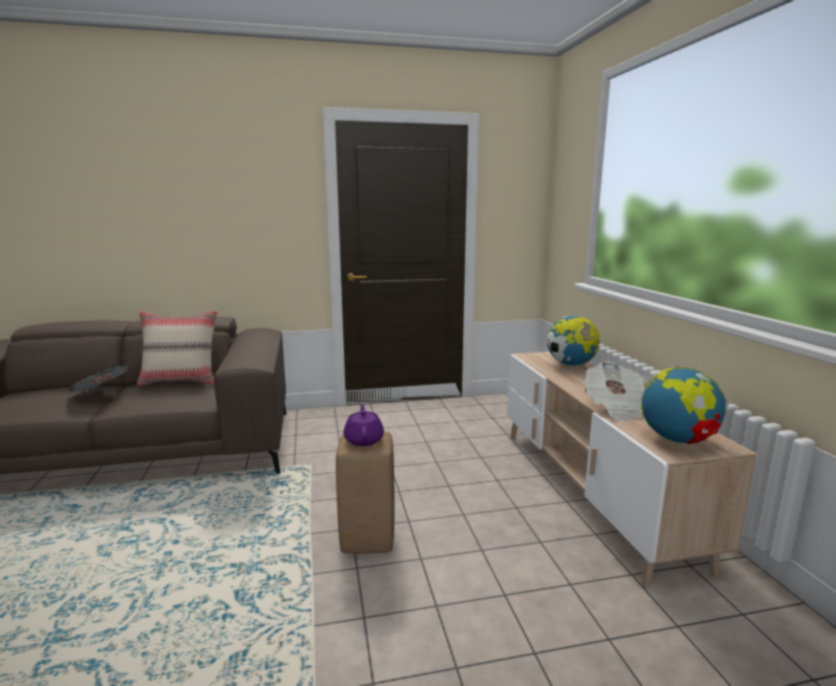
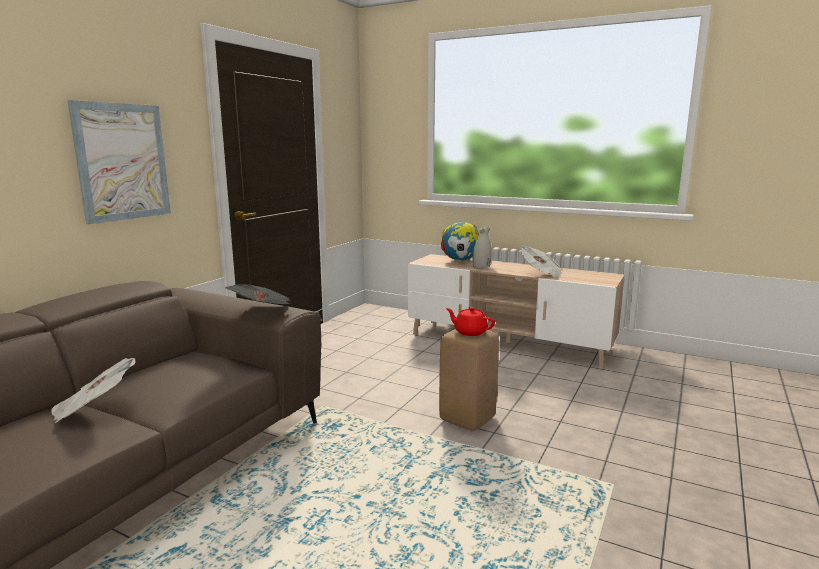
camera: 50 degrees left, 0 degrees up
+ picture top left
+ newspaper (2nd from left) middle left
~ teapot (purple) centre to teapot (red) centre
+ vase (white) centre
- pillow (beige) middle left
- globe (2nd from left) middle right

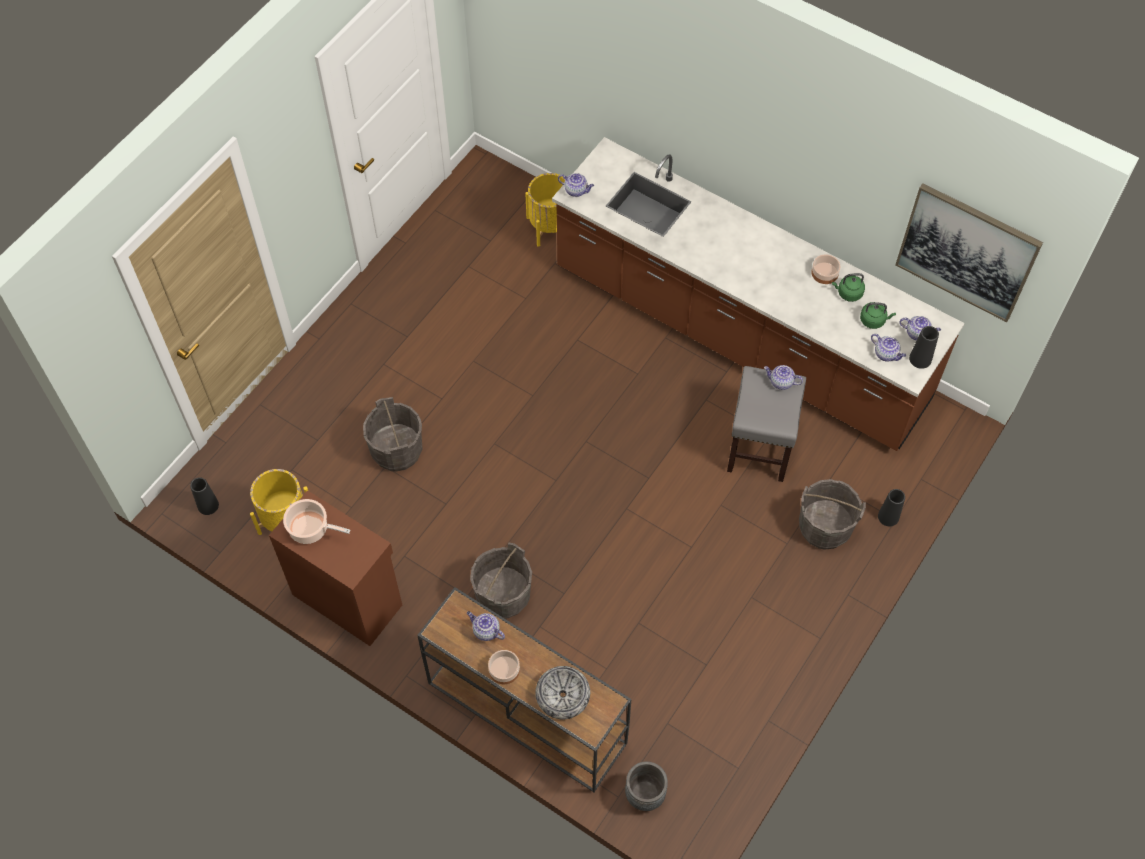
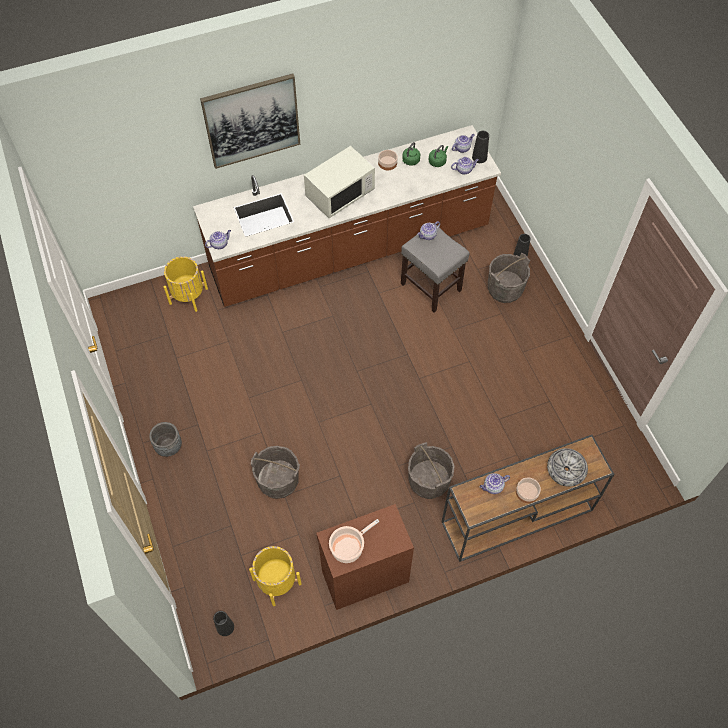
camera: 55 degrees left, 0 degrees up
~ planter (grey) bottom centre to middle left
~ picture top right to top centre
+ microwave (white) top centre

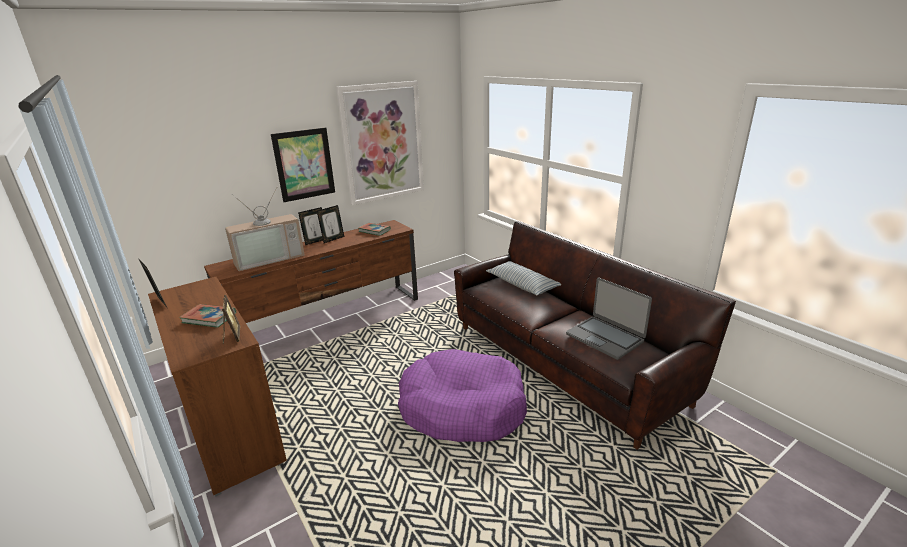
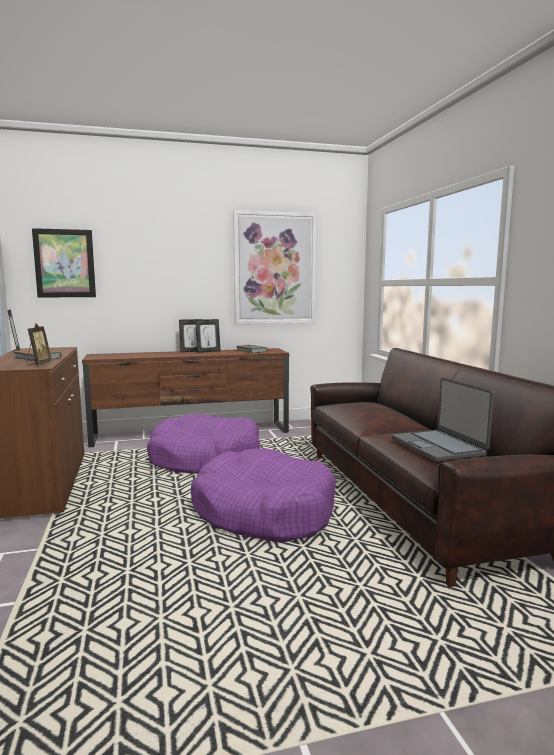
camera: 20 degrees right, 15 degrees down
~ picture (1st from left) top centre to middle left
+ dog bed (purple) (1st from left) centre
- television middle left
- pillow centre

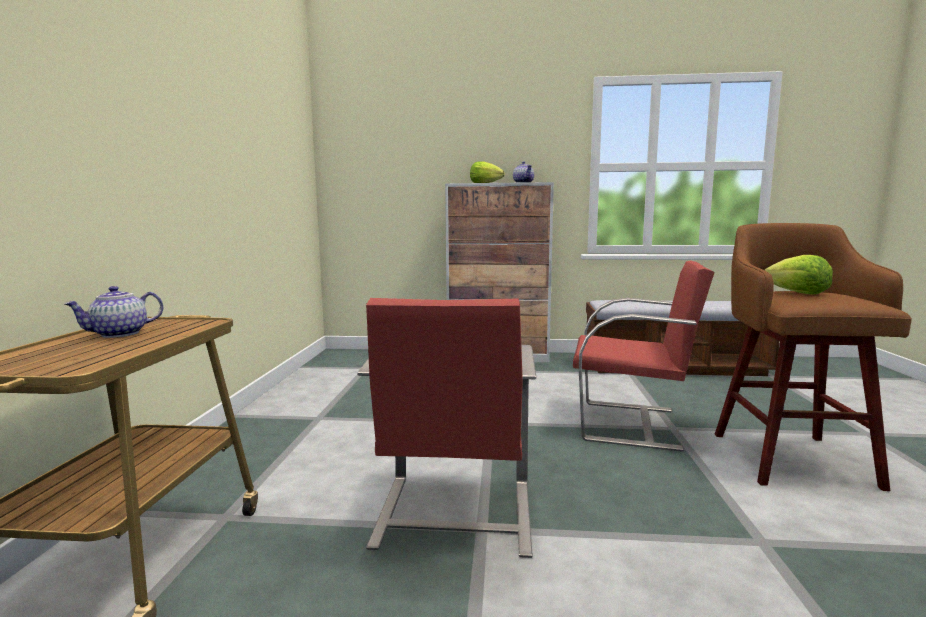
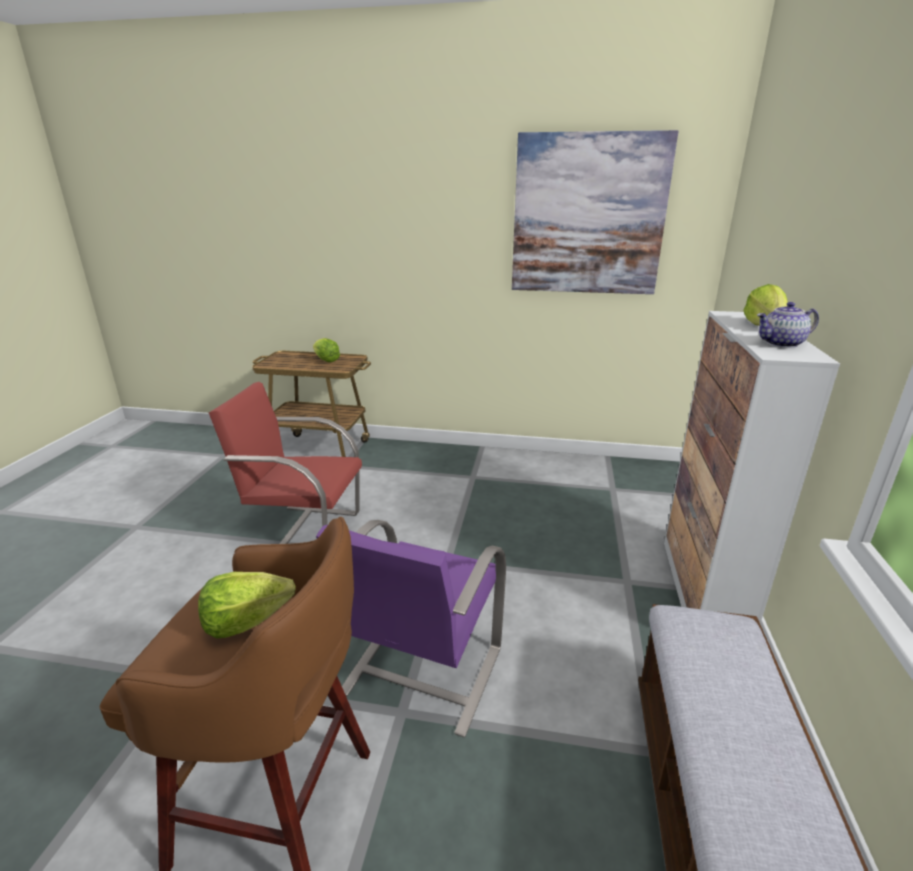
camera: 95 degrees right, 15 degrees up
~ teapot (1st from left) middle left to lettuce (2nd from left) centre
~ chair (red) (2nd from left) middle right to chair (purple) bottom centre
+ picture top centre

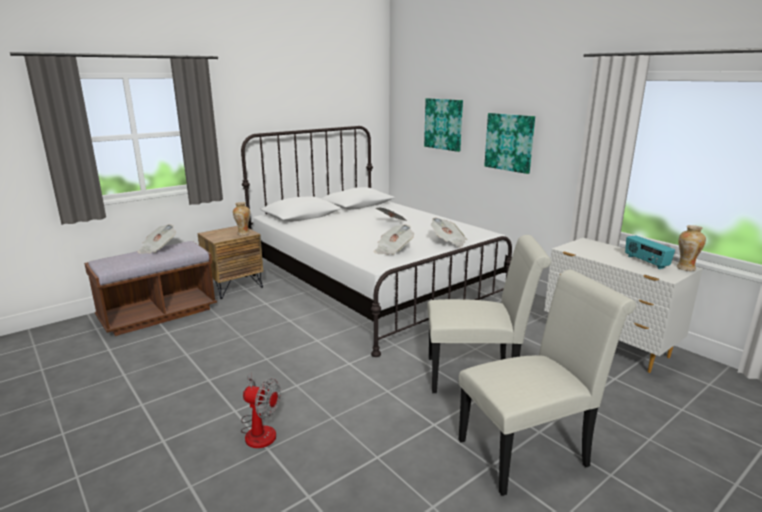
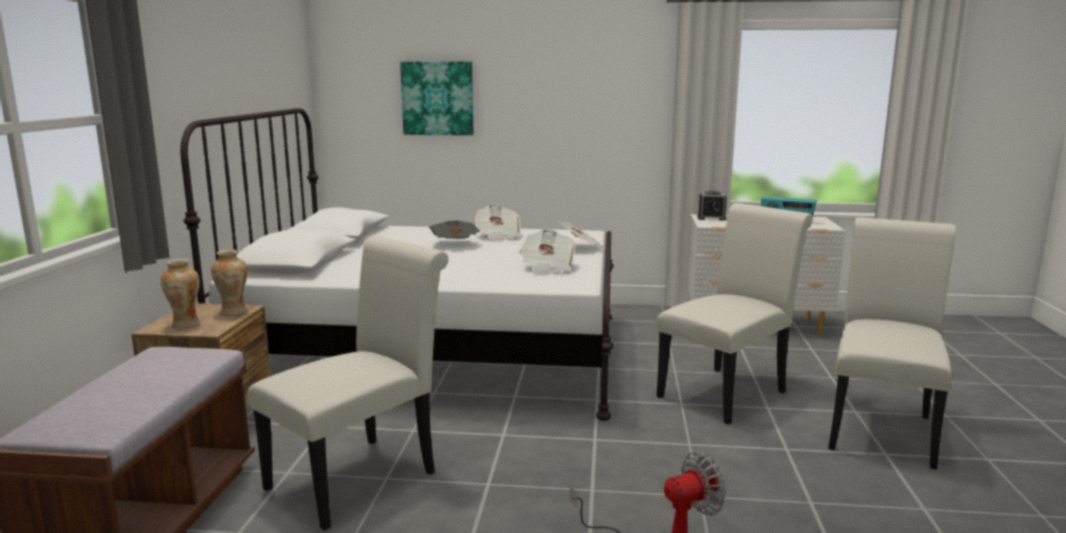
camera: 45 degrees left, 5 degrees down
~ vase (2nd from left in the first image) middle right to vase (1st from left) middle left
+ chair (white) (1st from left) bottom left
~ newspaper (1st from left in the first image) middle left to newspaper (2nd from left) centre
+ alarm clock middle right
- picture (2nd from left) top right

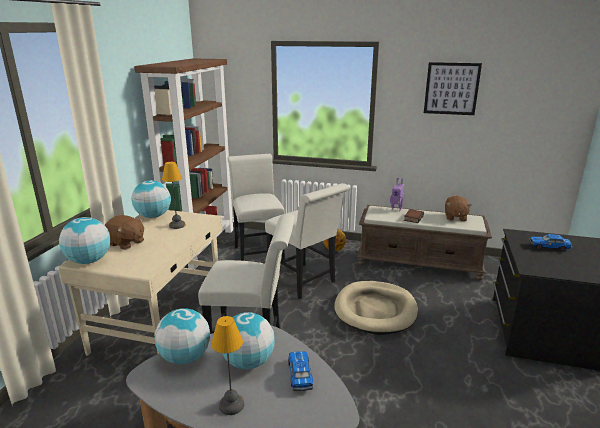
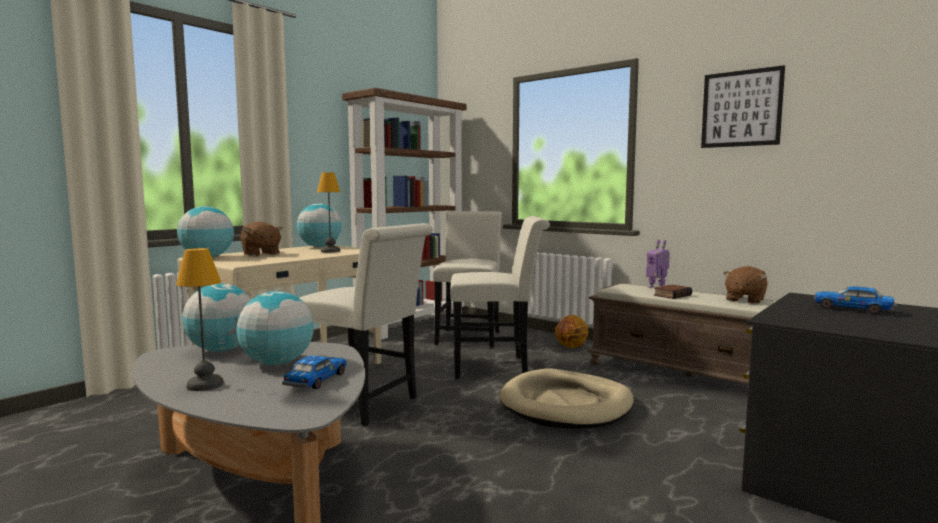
camera: 25 degrees right, 15 degrees down
~ chair (white) (3rd from left) centre = centre 75 degrees counterclockwise

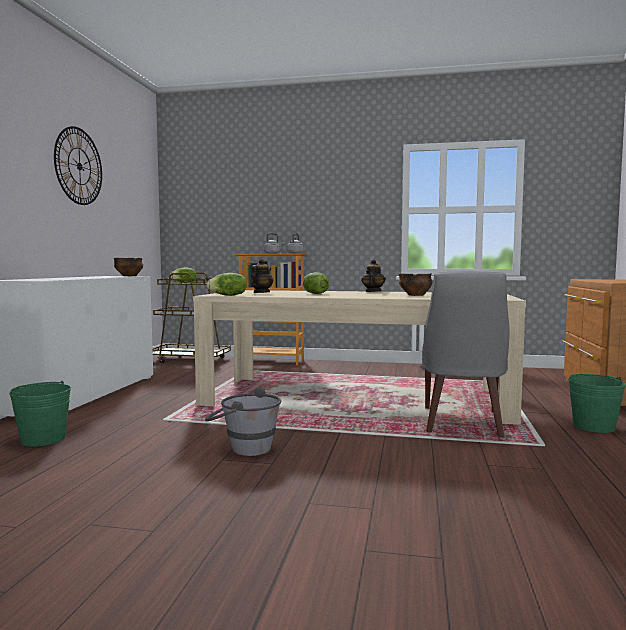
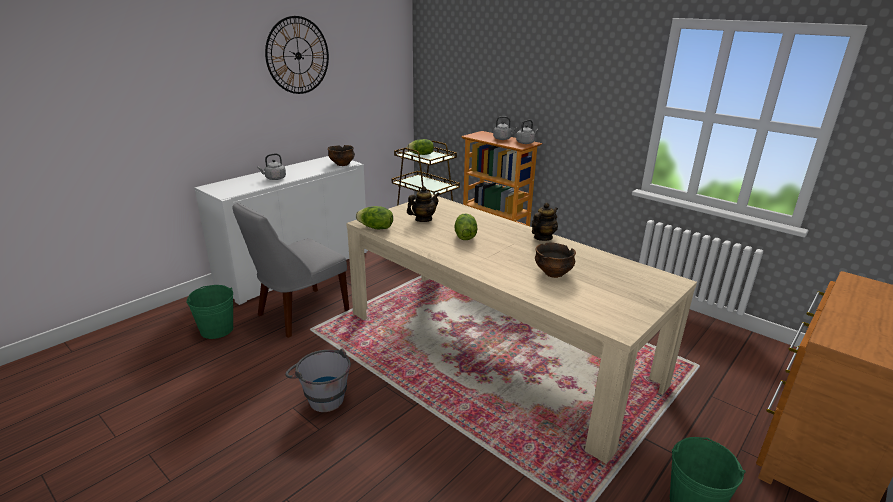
camera: 30 degrees right, 20 degrees up
~ chair (grey) middle right to middle left
+ kettle (grey) (1st from left) top left

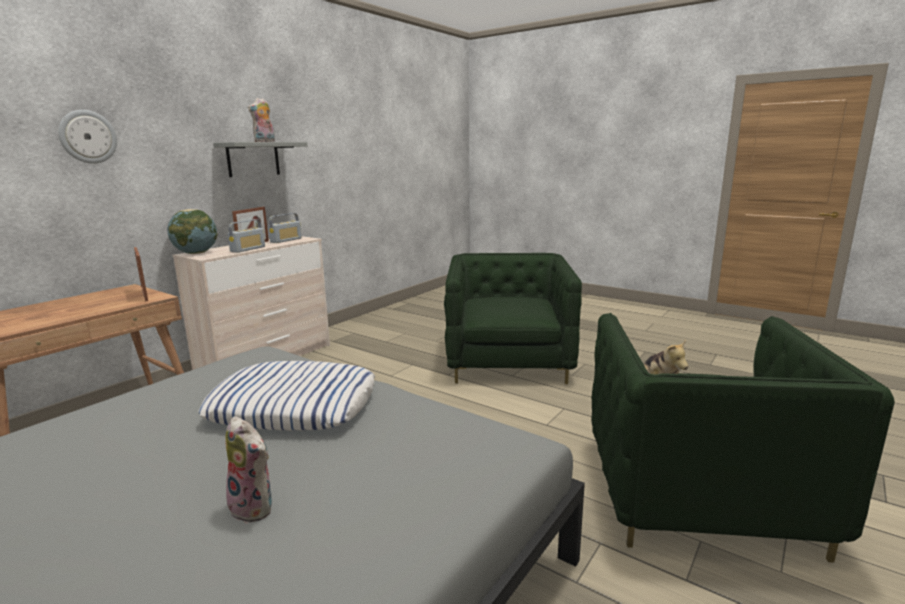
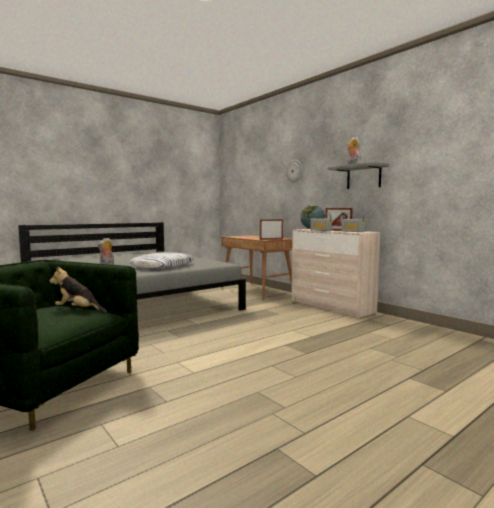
camera: 105 degrees right, 10 degrees down
- armchair (green) (1st from left) centre

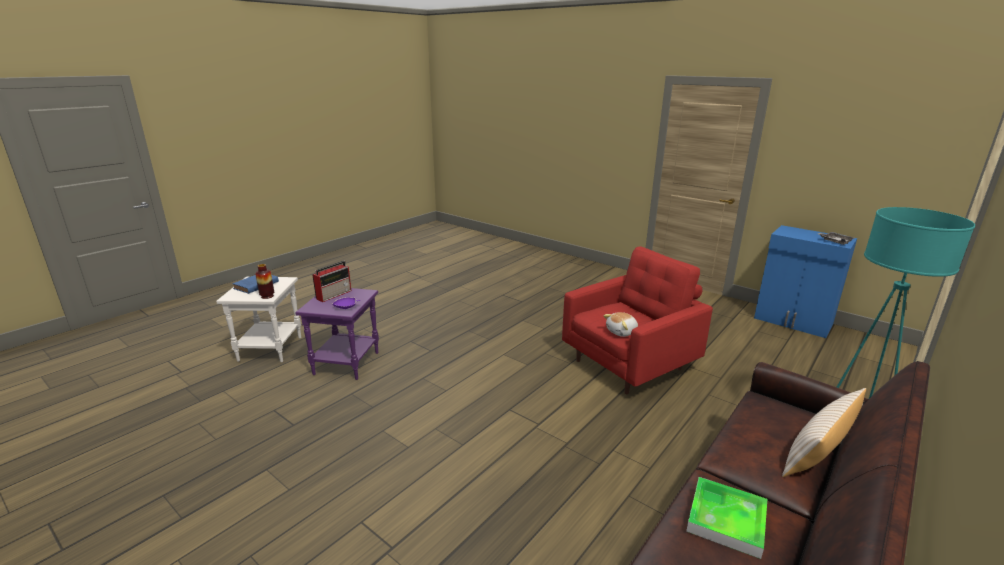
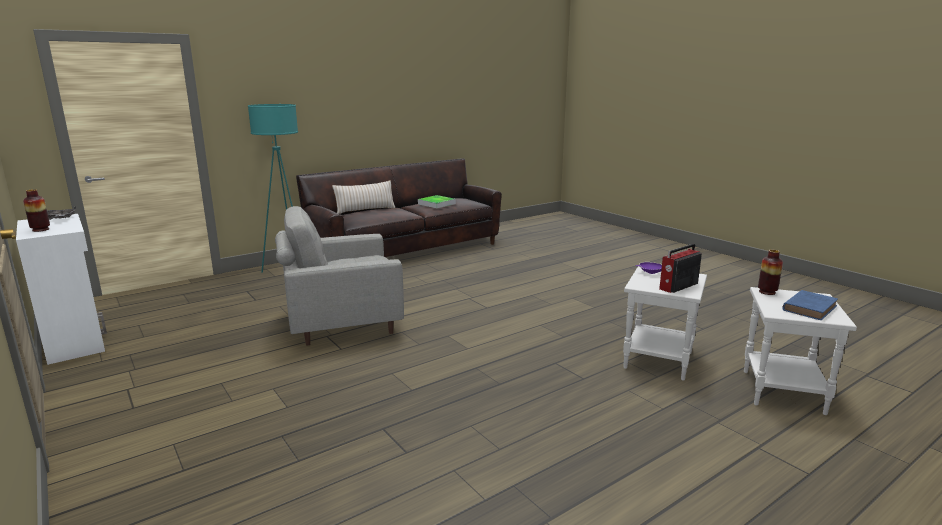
camera: 165 degrees left, 5 degrees down
~ cabinet (blue) middle right to cabinet (white) middle left
+ vase (1st from left) middle left
~ armchair (red) centre to armchair (grey) centre
~ side table (purple) centre to side table (white) (1st from left) middle right
- plush toy centre

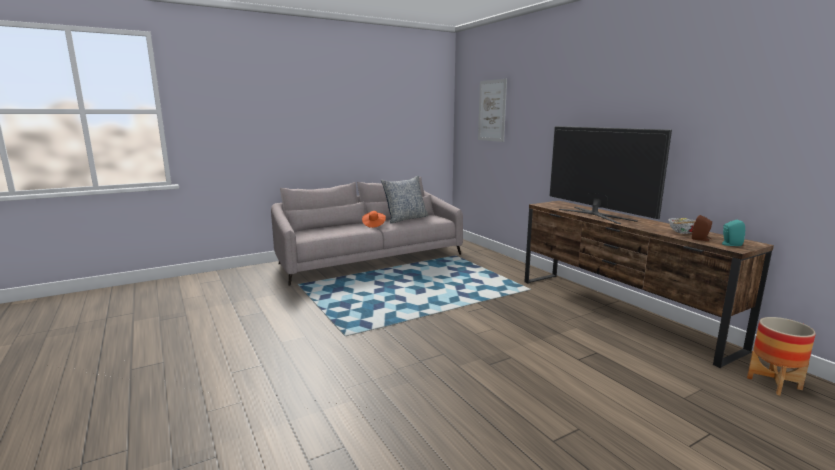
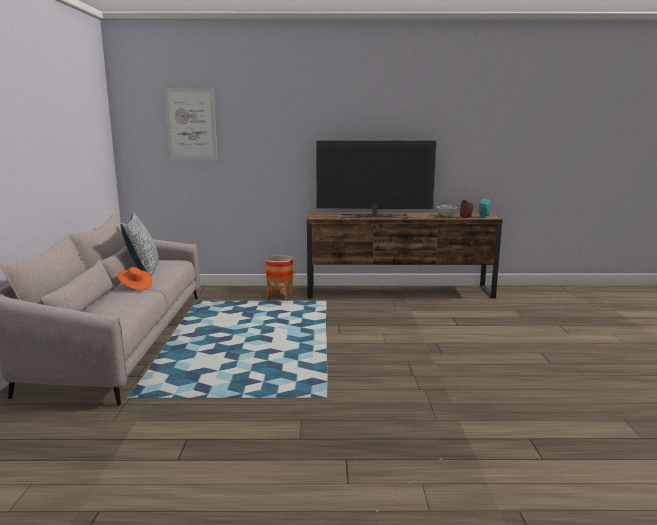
camera: 60 degrees left, 0 degrees up
~ planter bottom right to centre

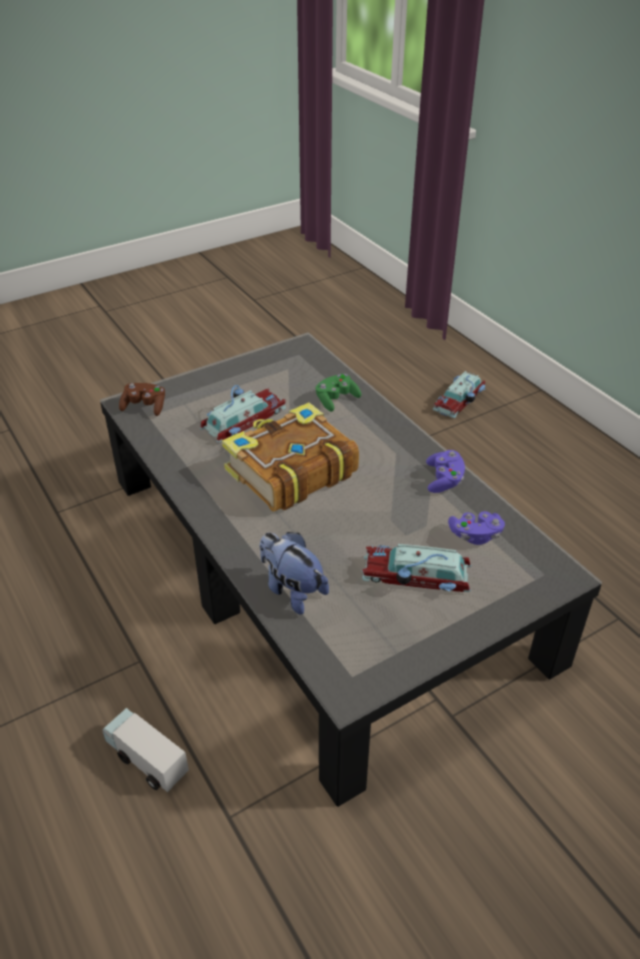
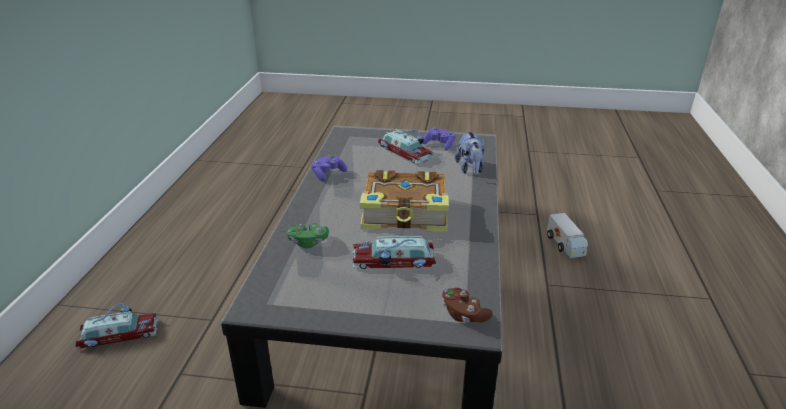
camera: 140 degrees left, 10 degrees down
~ game controller (purple) (2nd from left) middle right to centre

